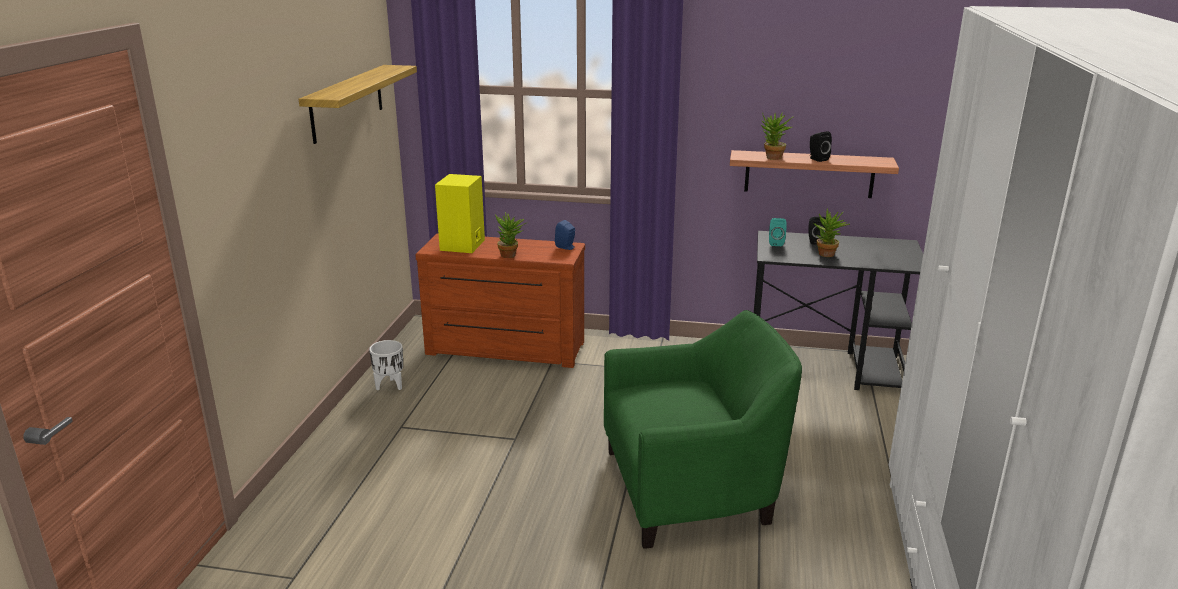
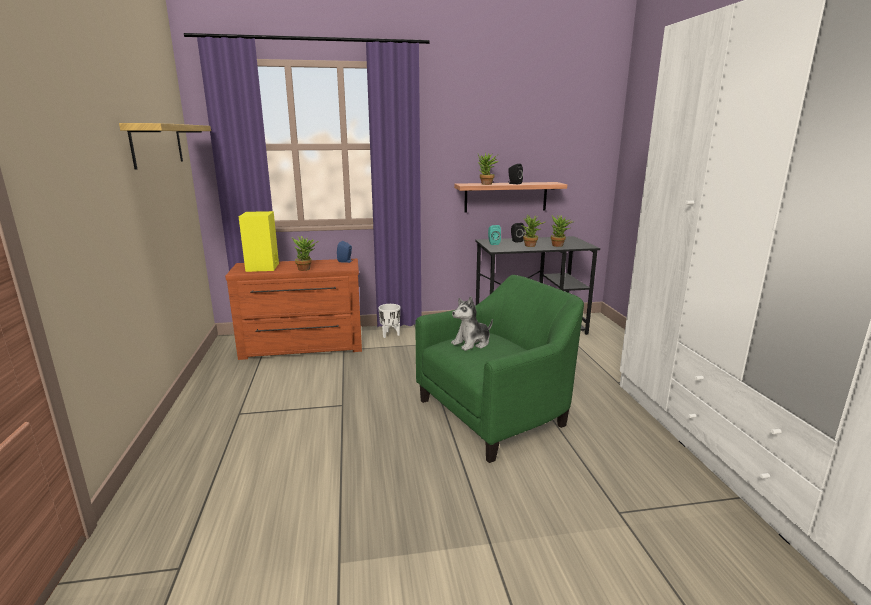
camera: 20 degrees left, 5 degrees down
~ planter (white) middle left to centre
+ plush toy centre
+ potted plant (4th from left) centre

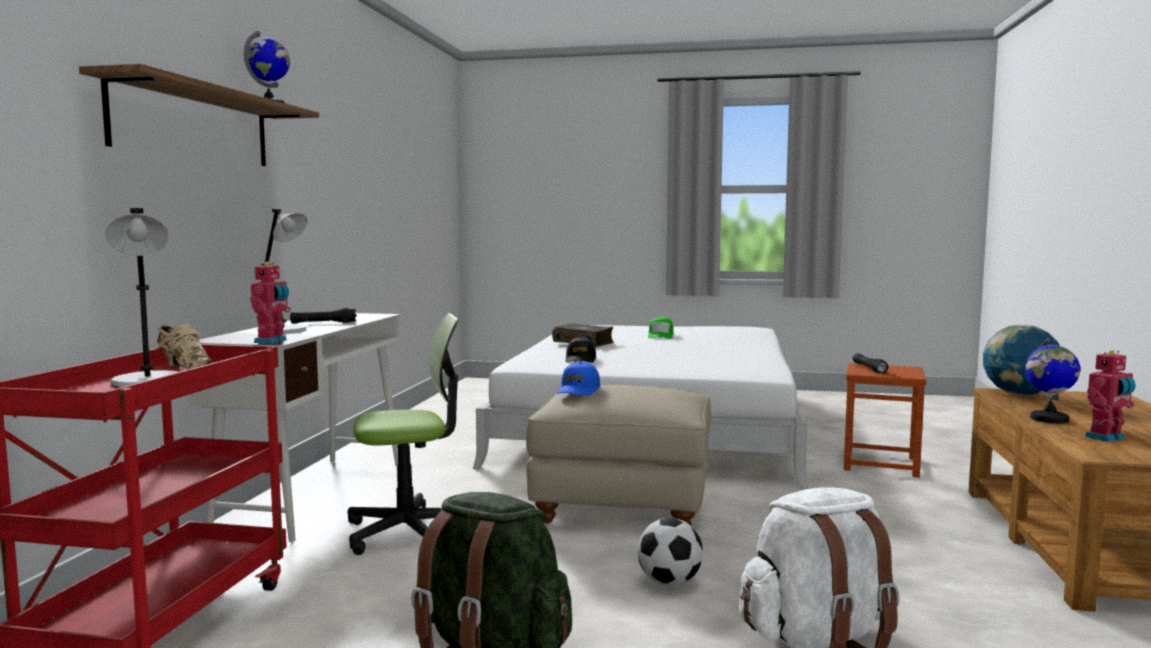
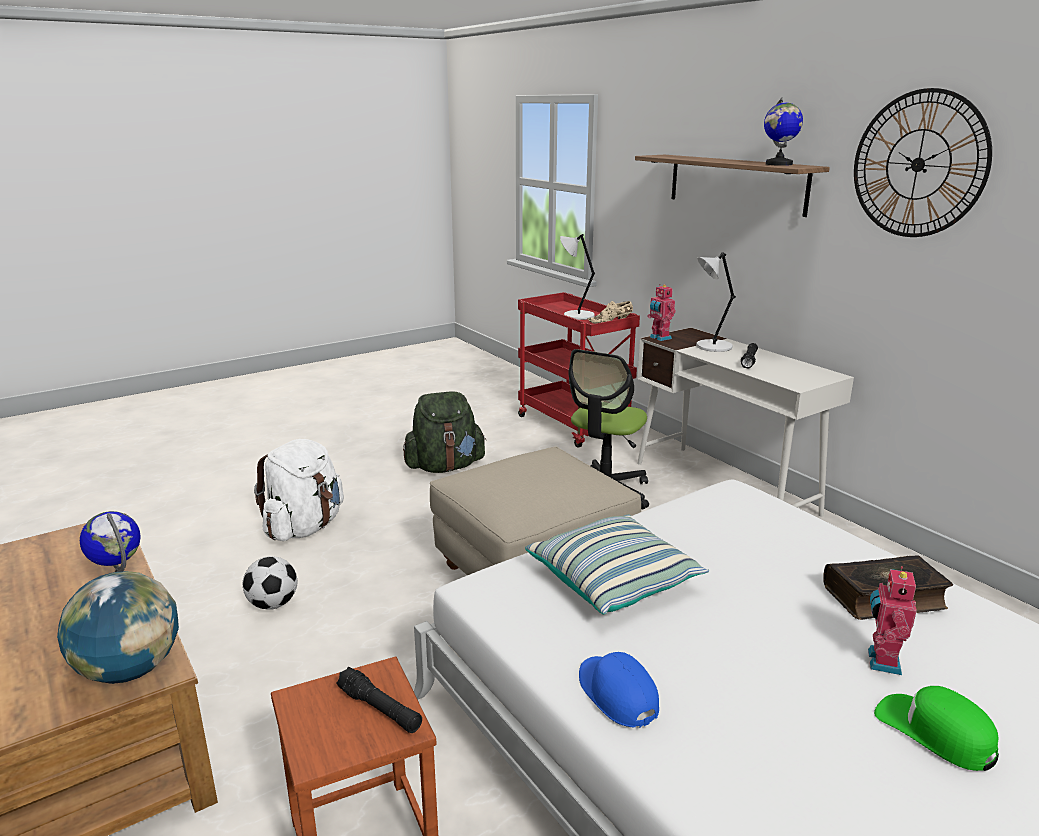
camera: 135 degrees right, 15 degrees up
~ football bottom centre to bottom left
+ pillow bottom centre
~ cap (blue) centre to bottom centre
+ wall clock top right
~ toy robot (2nd from left) middle right to bottom right
- cap (black) centre

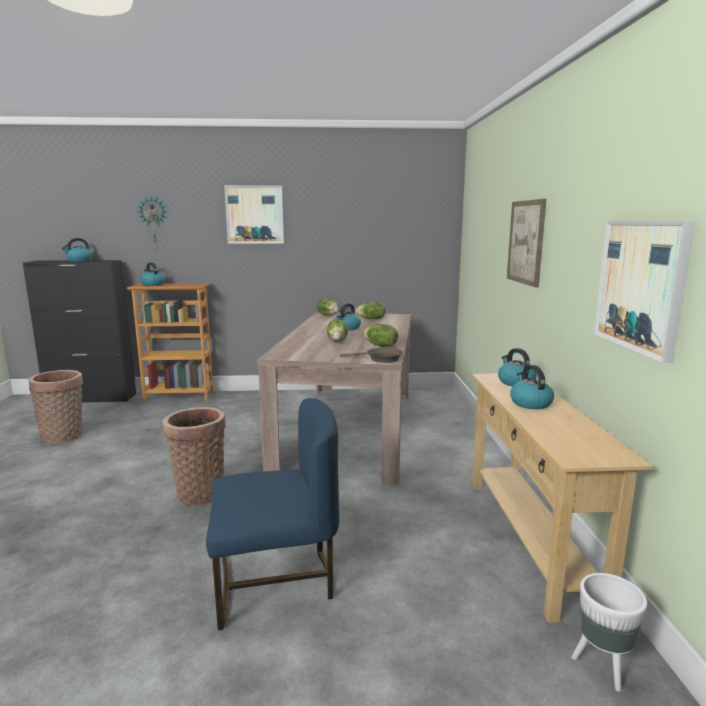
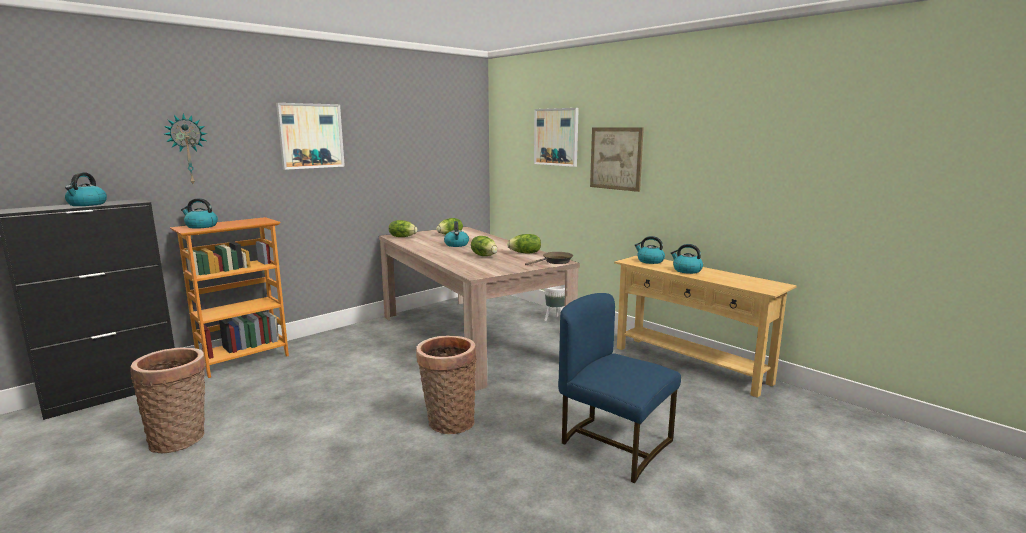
camera: 40 degrees left, 0 degrees up
~ picture (3rd from left in the first image) middle right to picture (2nd from left) top centre
~ planter (white) bottom right to centre
~ chair (blue) bottom centre = bottom centre 90 degrees counterclockwise

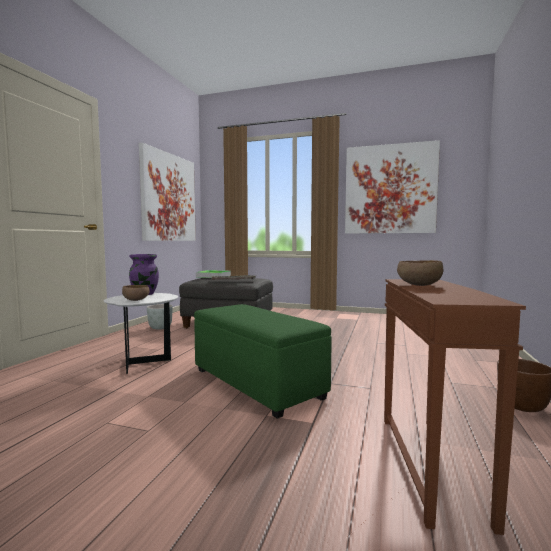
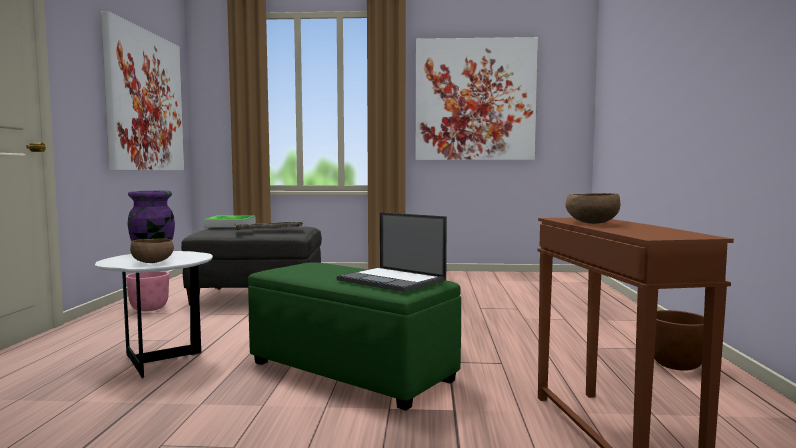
camera: 15 degrees left, 0 degrees up
~ planter (grey) middle left to planter (pink) middle left
+ laptop centre

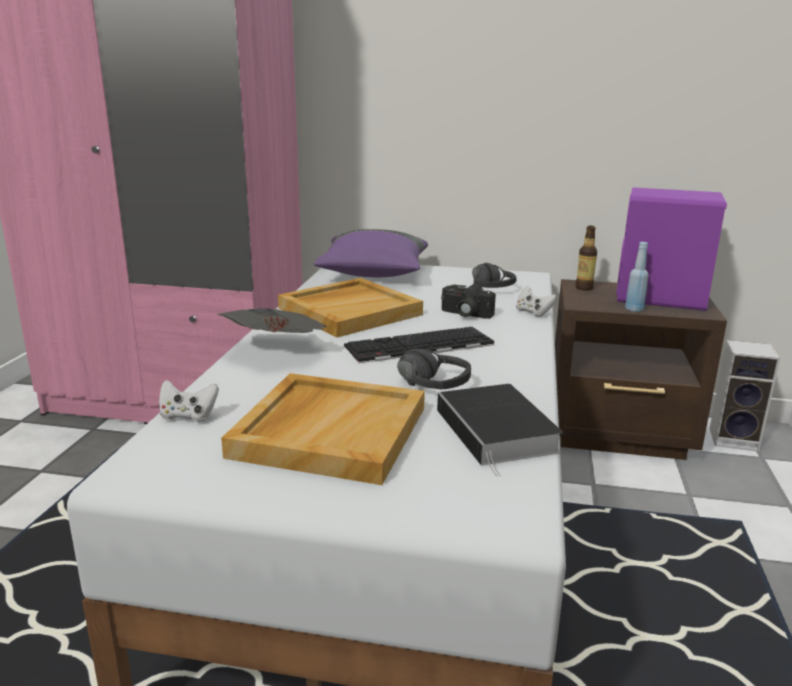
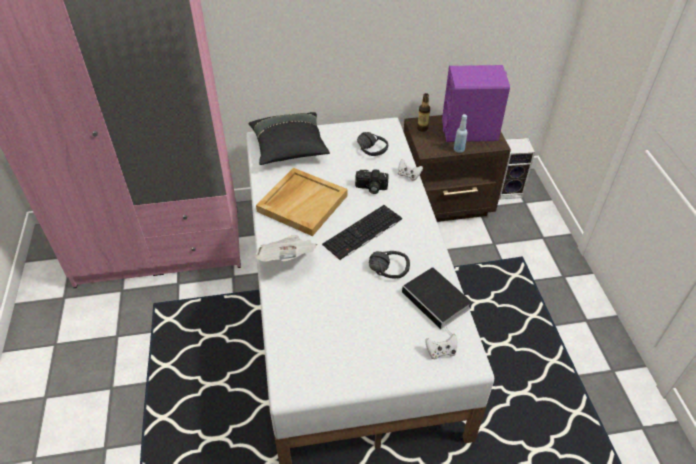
camera: 20 degrees left, 25 degrees up
~ pillow (purple) centre to pillow (black) top centre
~ game controller (white) (1st from left in the first image) middle left to game controller (white) (2nd from left) bottom centre
- tray (beige) (1st from left) centre

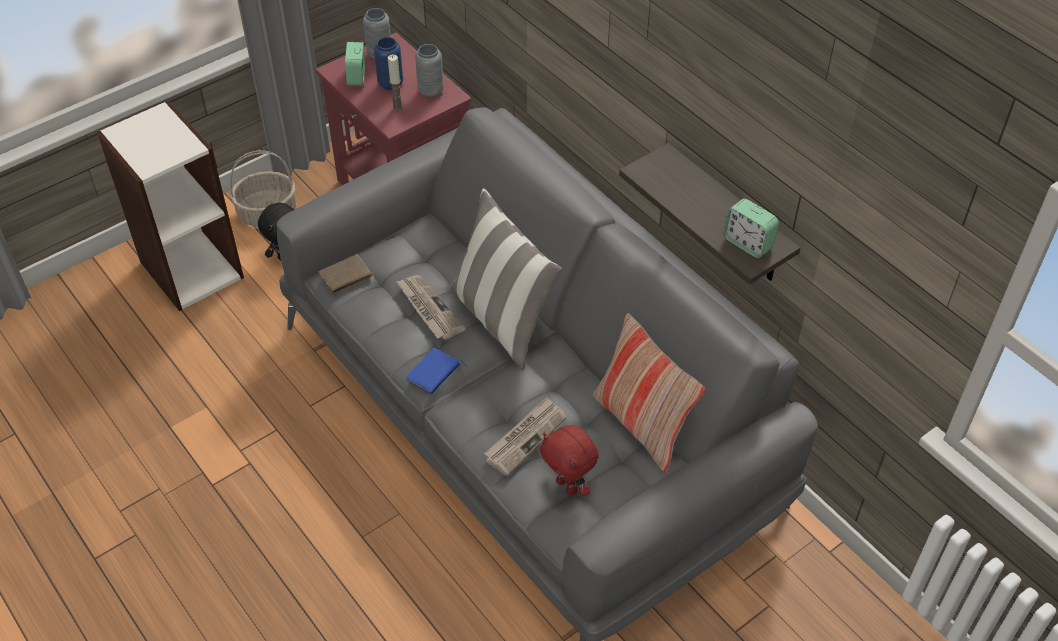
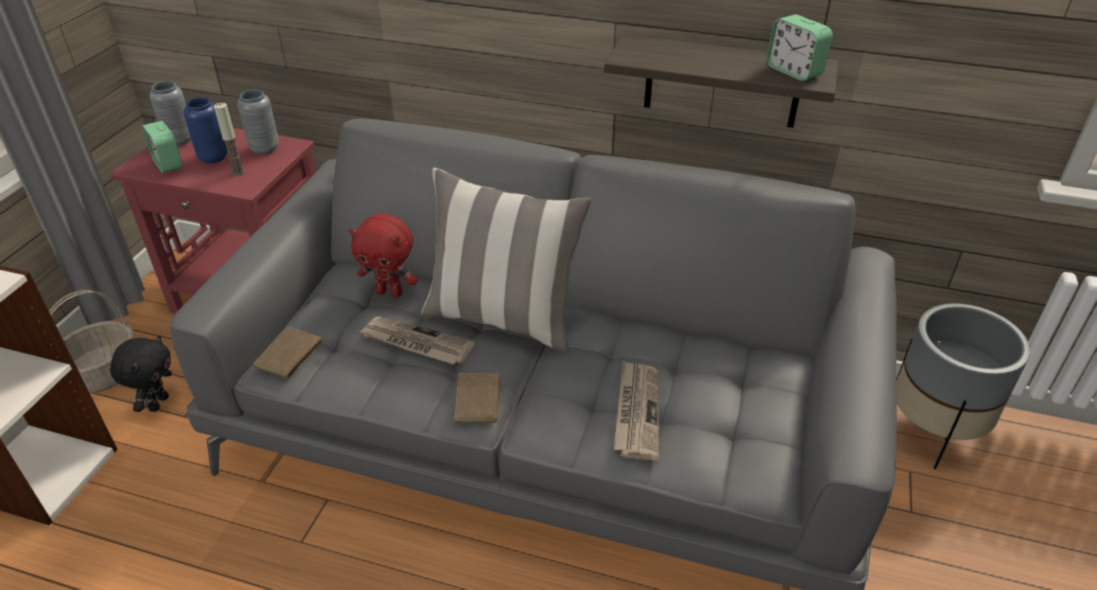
camera: 35 degrees left, 10 degrees down
~ plush toy (red) bottom centre to centre
~ book (blue) centre to book (brown) (2nd from left) bottom centre
~ alarm clock (2nd from left) middle right = top right 45 degrees clockwise
+ planter (grey) middle right
- pillow (2nd from left) centre

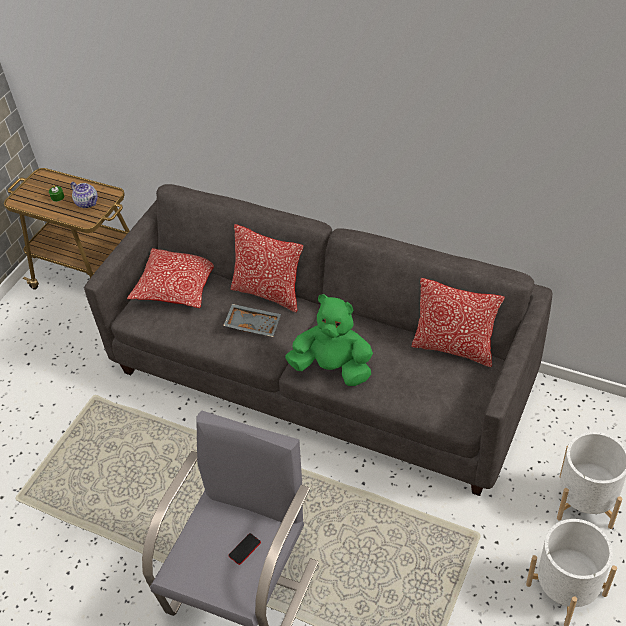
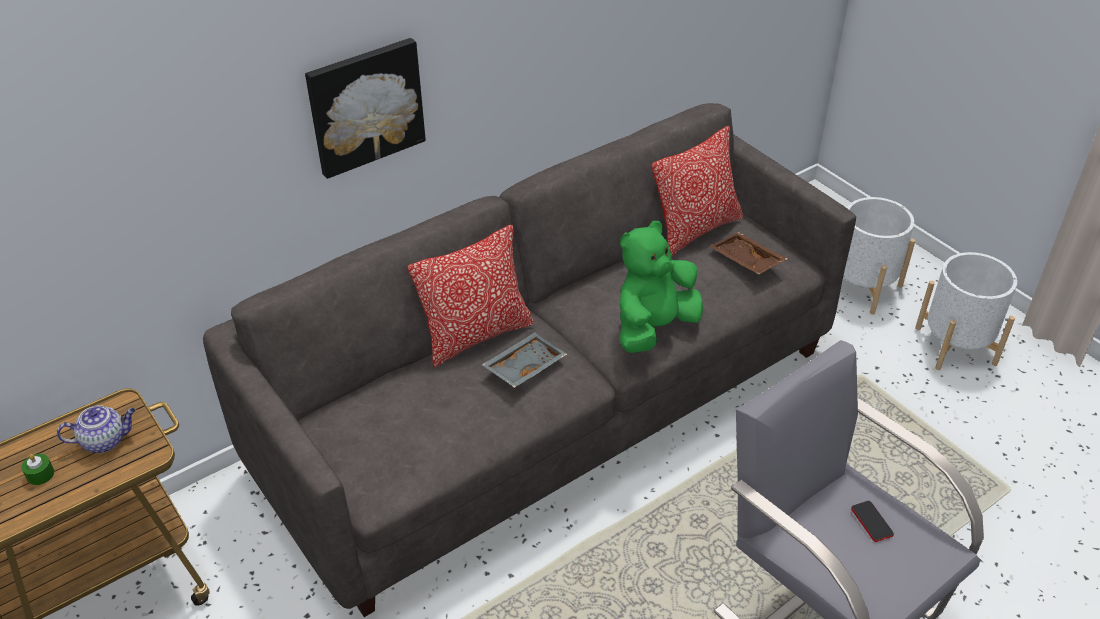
camera: 65 degrees left, 5 degrees down
+ picture top left
+ tray (brown) middle right
- pillow (1st from left) middle left

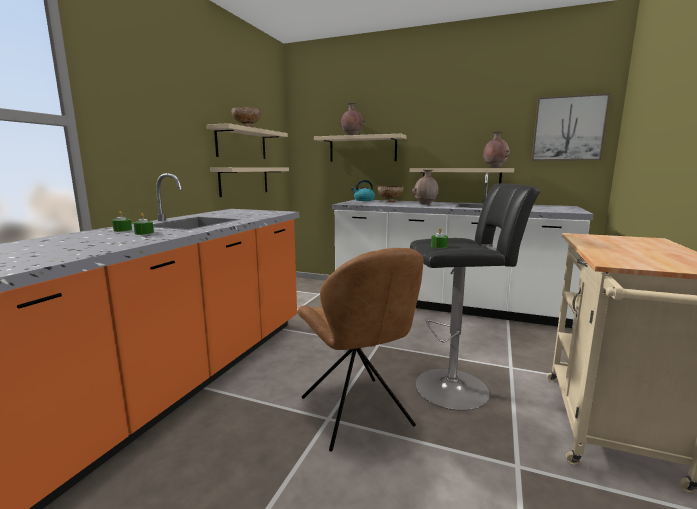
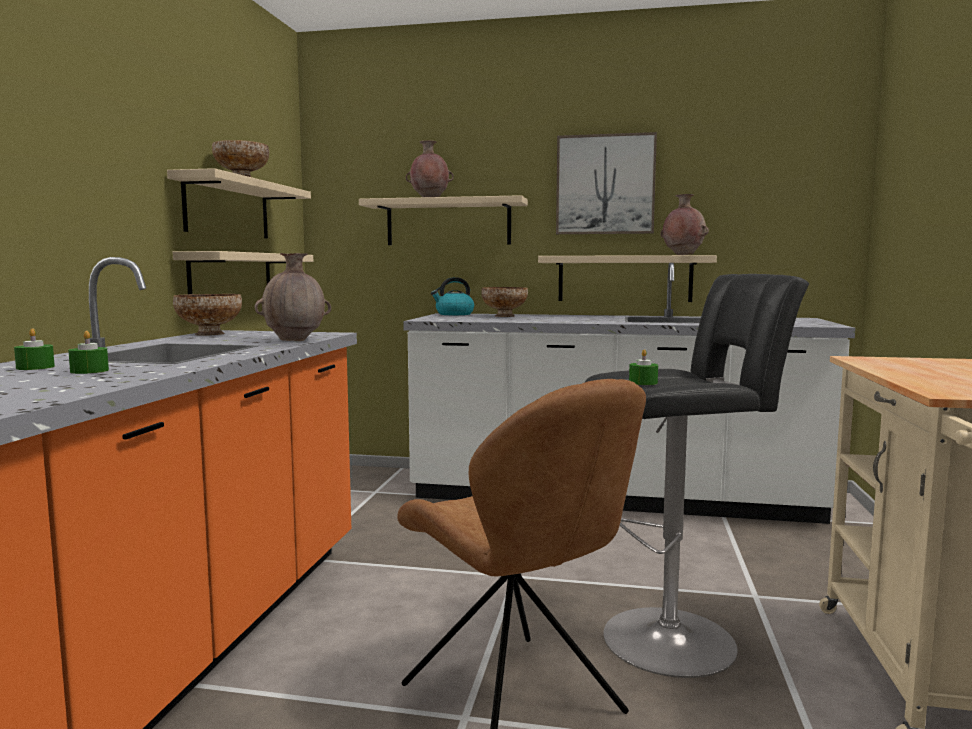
camera: 10 degrees left, 5 degrees down
+ bowl (1st from left) middle left
~ vase (brown) (2nd from left in the first image) centre to vase (brown) (1st from left) middle left
~ picture top right to top centre

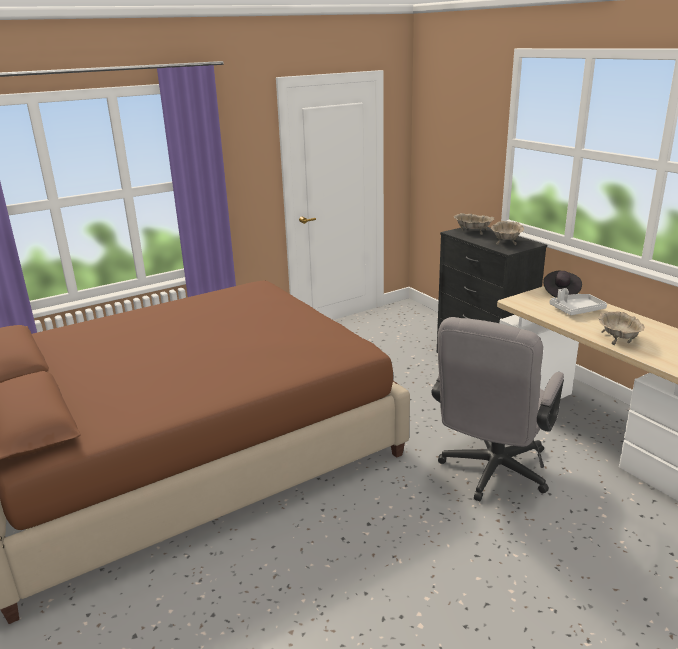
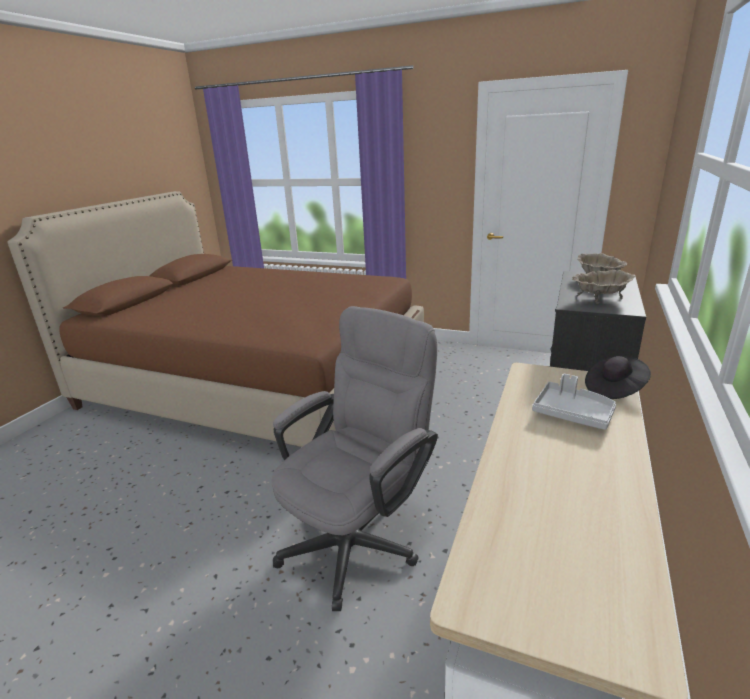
camera: 55 degrees right, 0 degrees up
~ office chair (grey) middle right = centre 135 degrees clockwise
- bowl (beige) (3rd from left) middle right

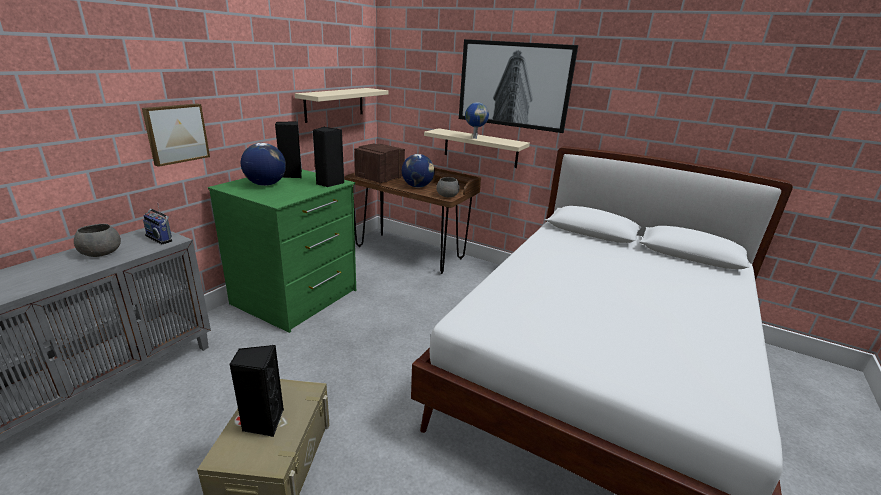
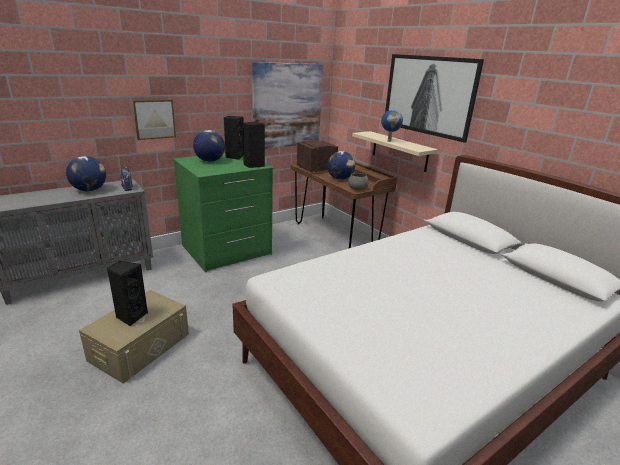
camera: 25 degrees right, 0 degrees up
~ bowl (grey) (1st from left) middle left to globe (1st from left) middle left
~ shelf (beige) (1st from left) top centre to picture (2nd from left) top centre

